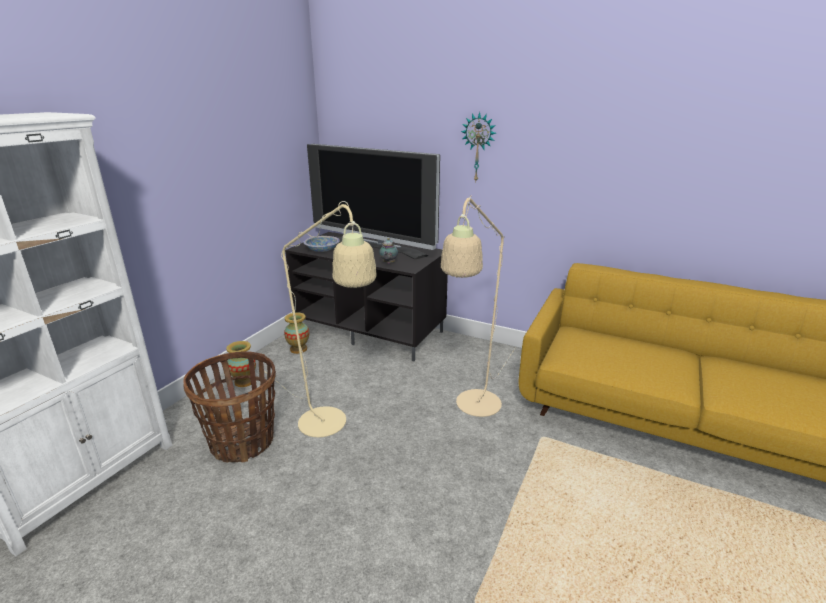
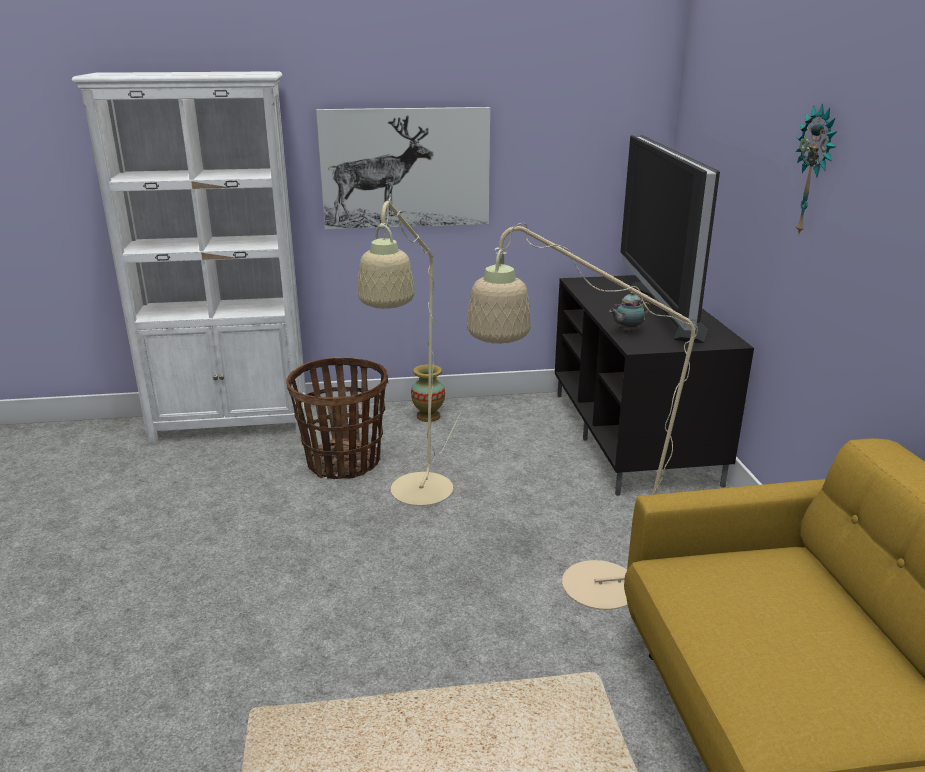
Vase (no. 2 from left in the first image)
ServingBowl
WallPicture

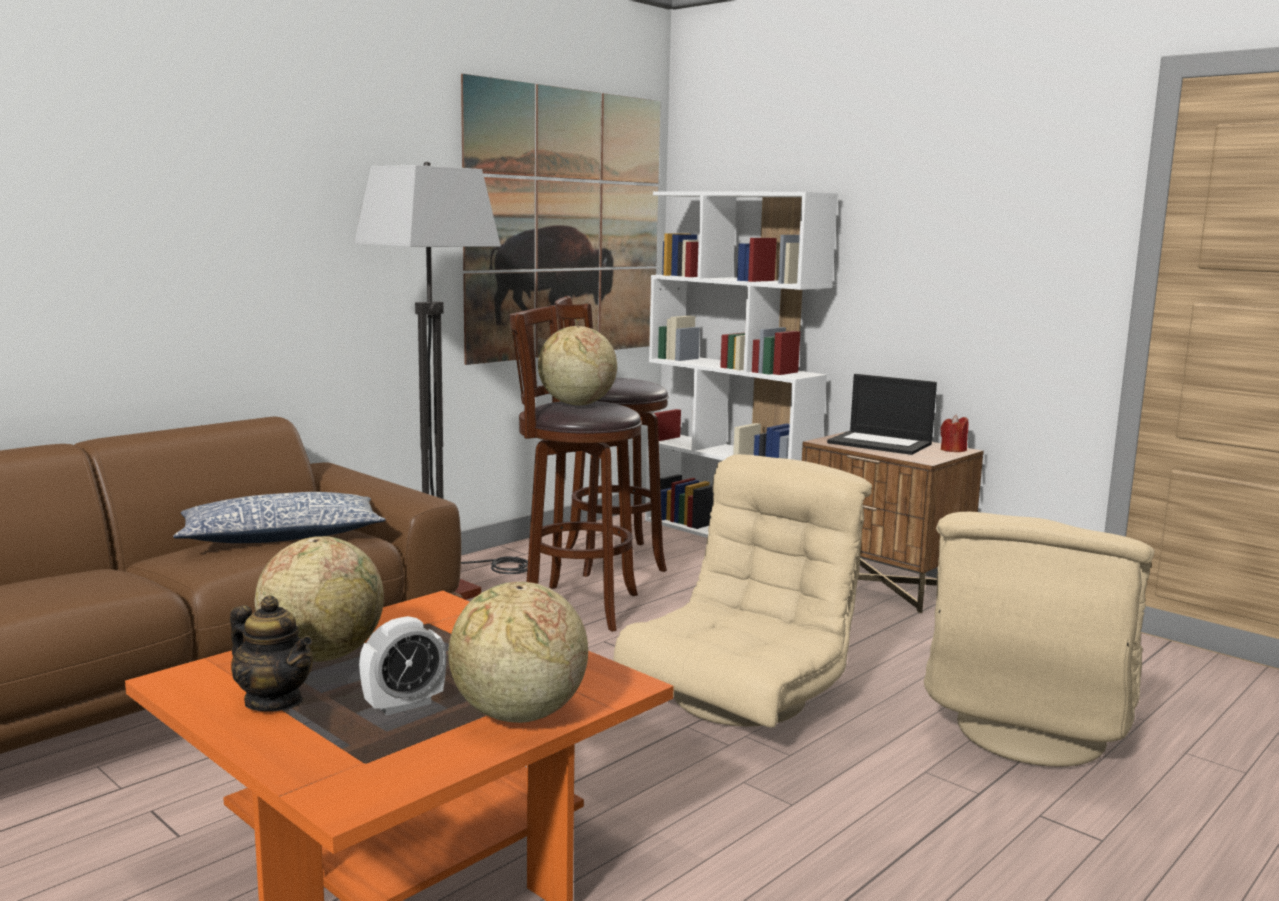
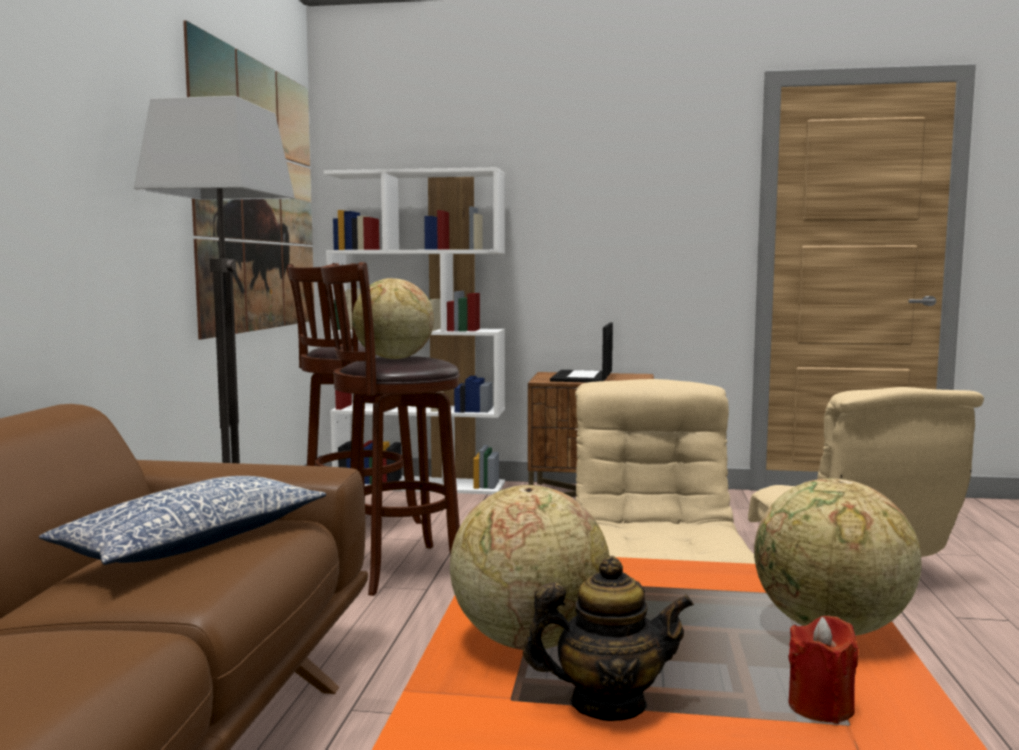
BedsideClock
RedColouredWaxLight
PortableComputer

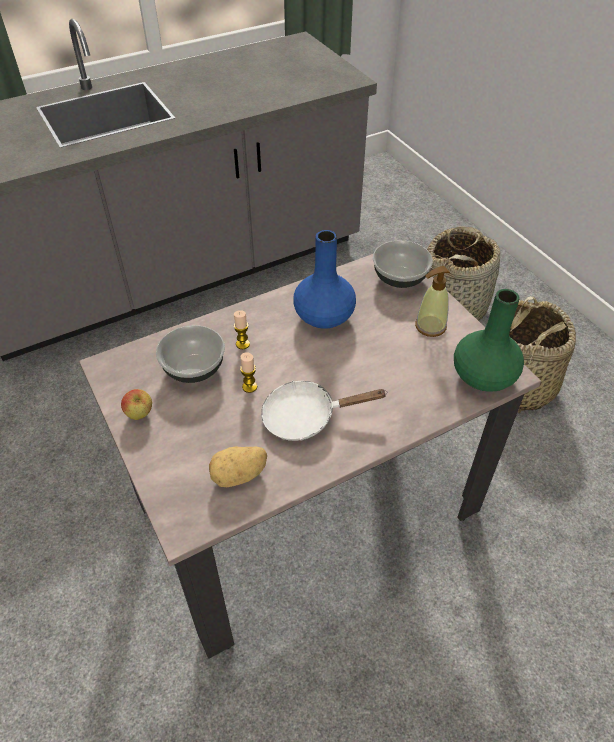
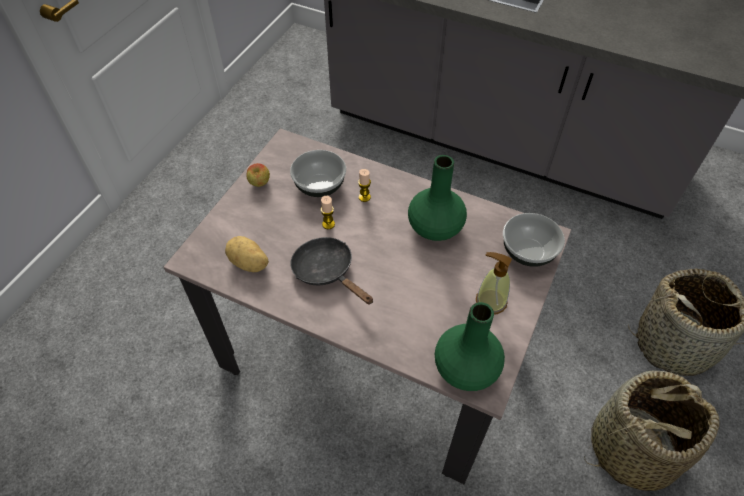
BlackColouredPan
GreenVase (no. 1 from left)

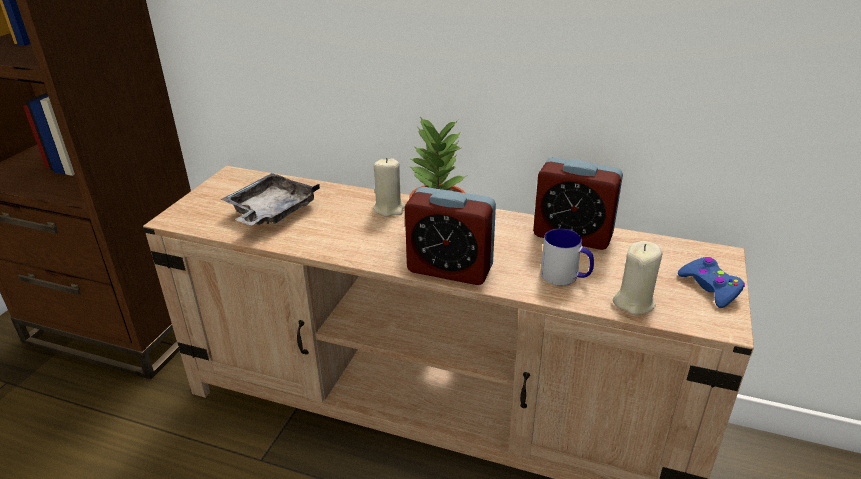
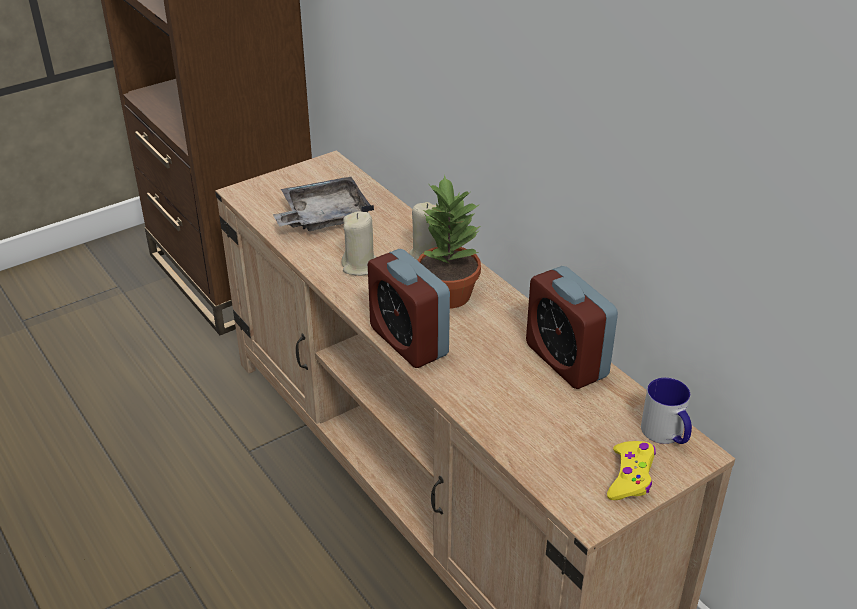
TeaMug
SandColouredWaxLight (no. 1 from left)
YellowishJoypad

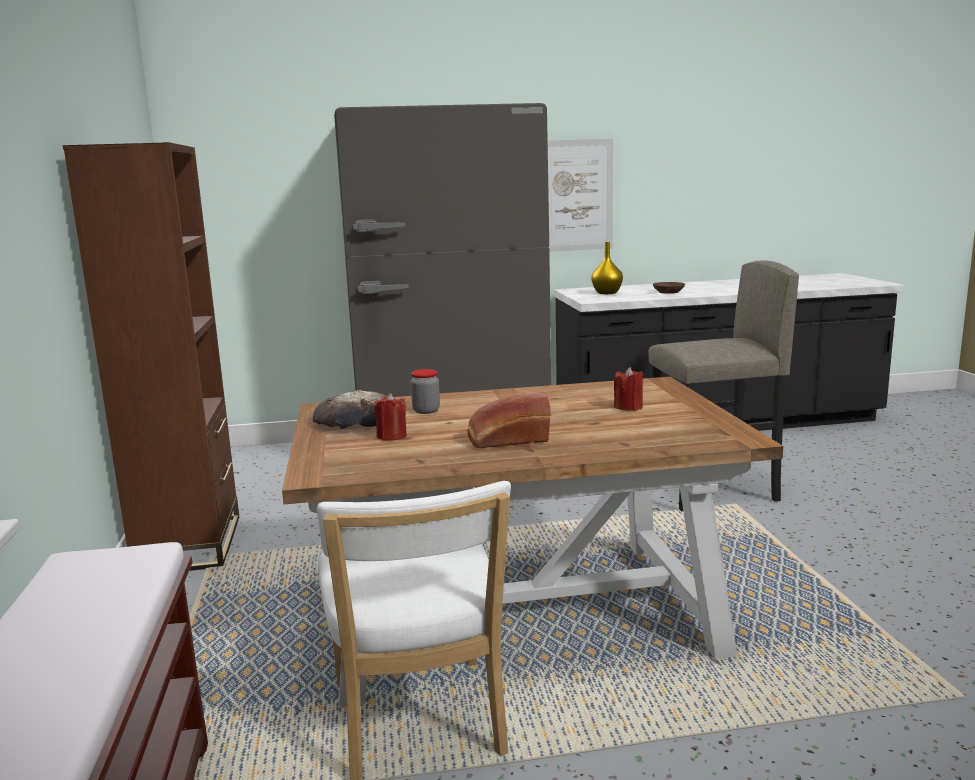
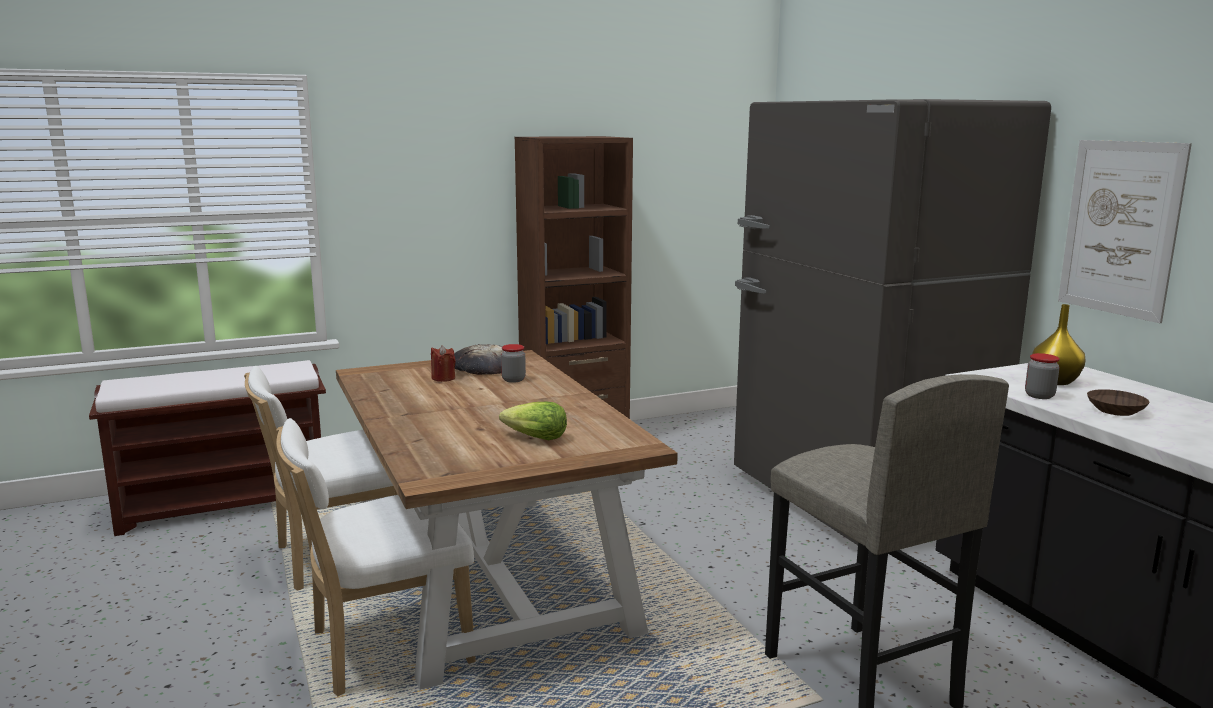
Bread (no. 2 from left in the first image)
WhitishUprightChair (no. 2 from left)
StorageJar (no. 2 from left)
HeadOfLettuce

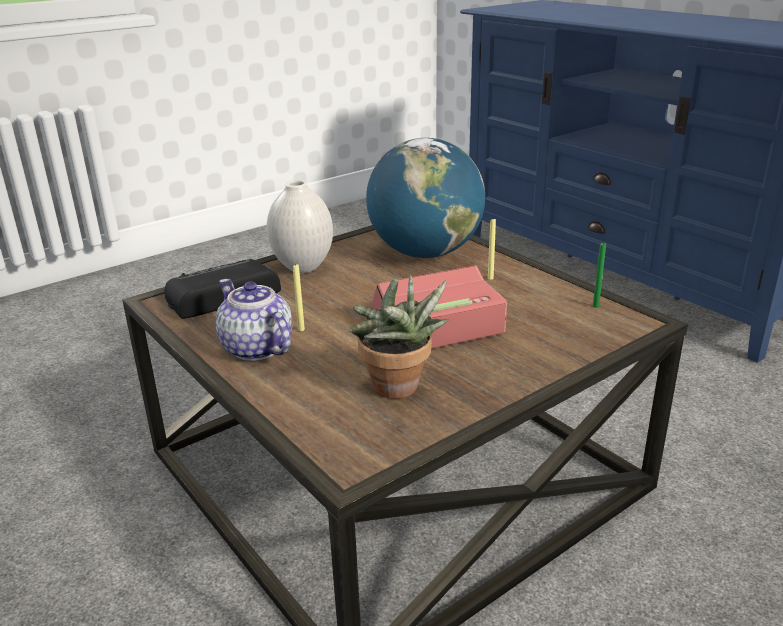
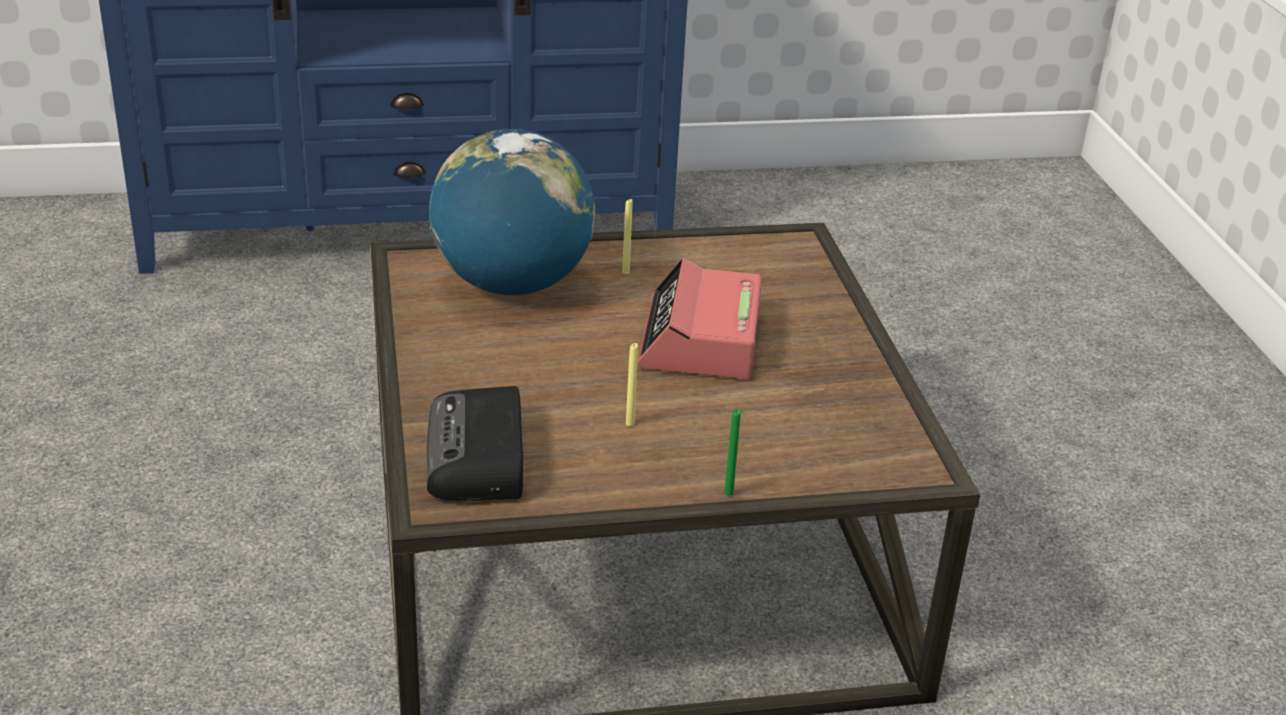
Teapot
WhitishVase
Houseplant
GreenWaxLight

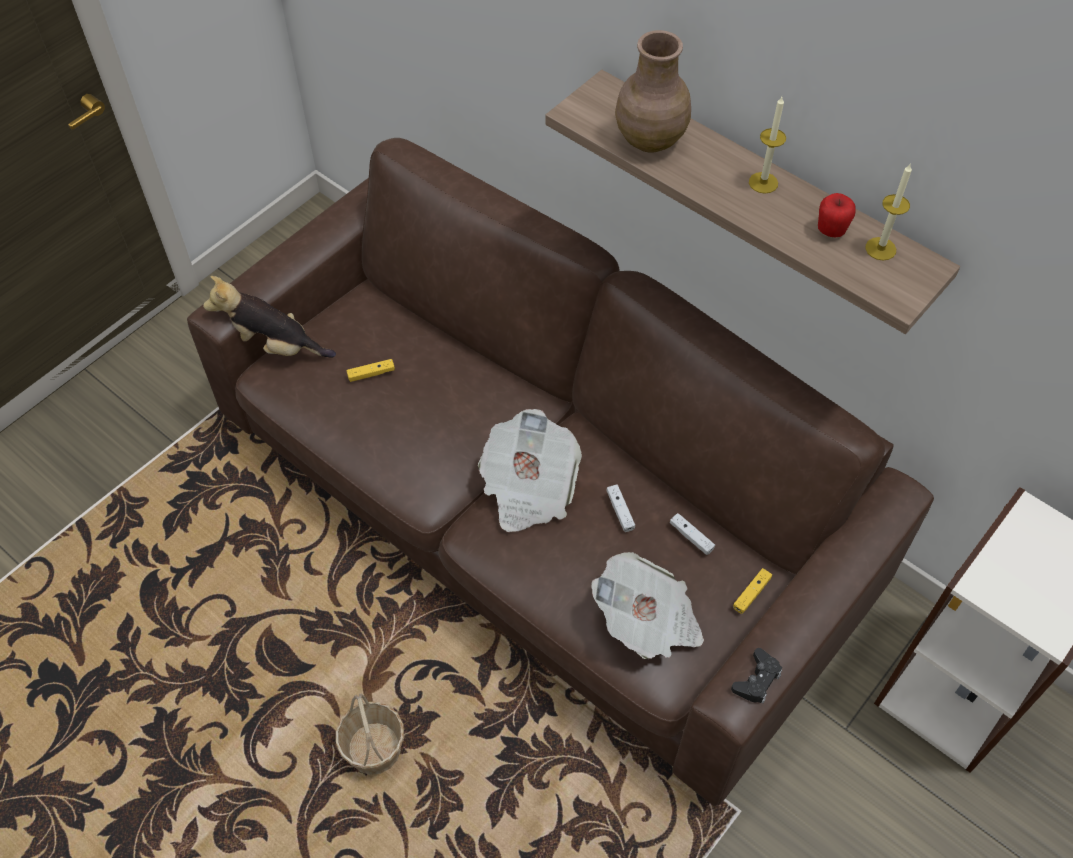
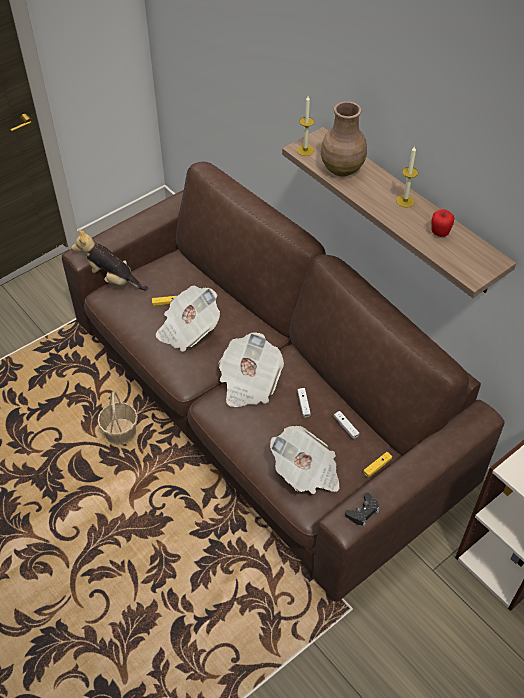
Newspaper (no. 1 from left)
Basket
WaxLight (no. 1 from left)

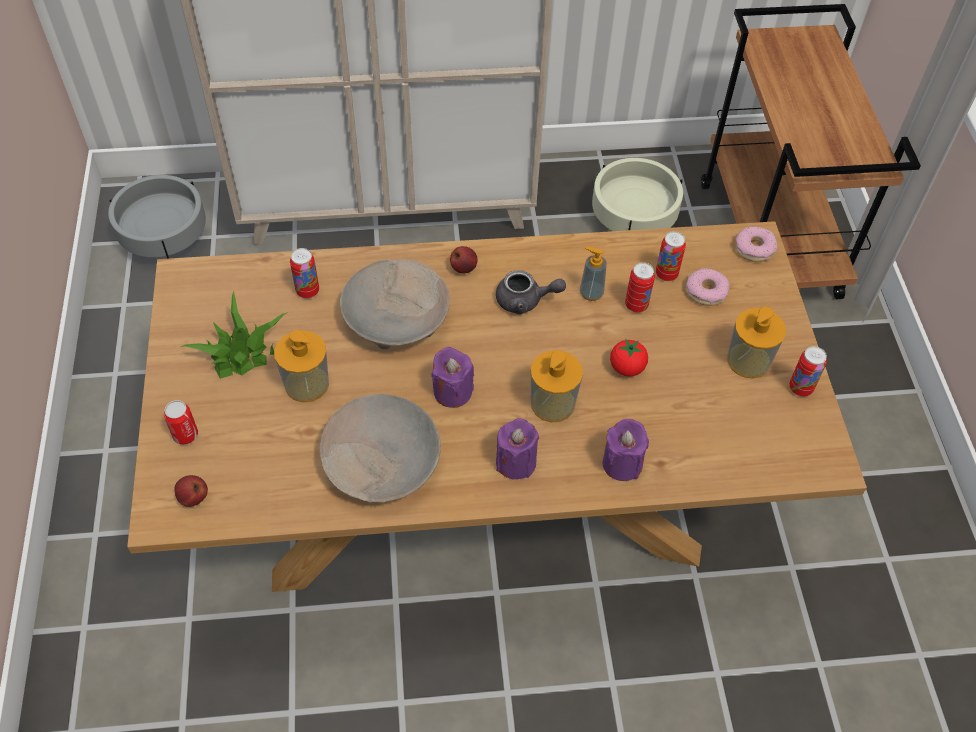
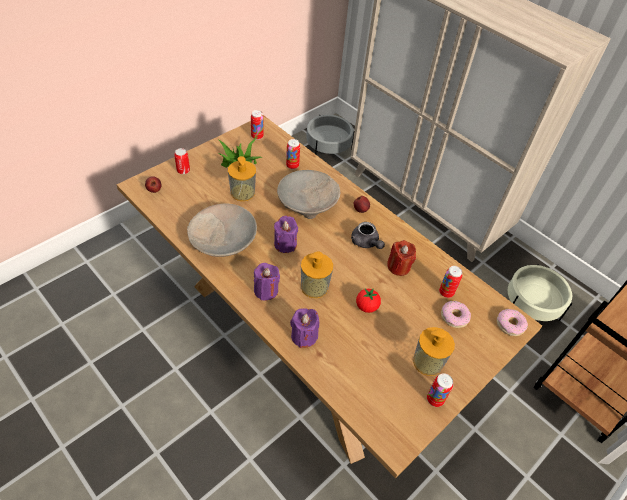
Can (no. 2 from left)
RedColouredWaxLight

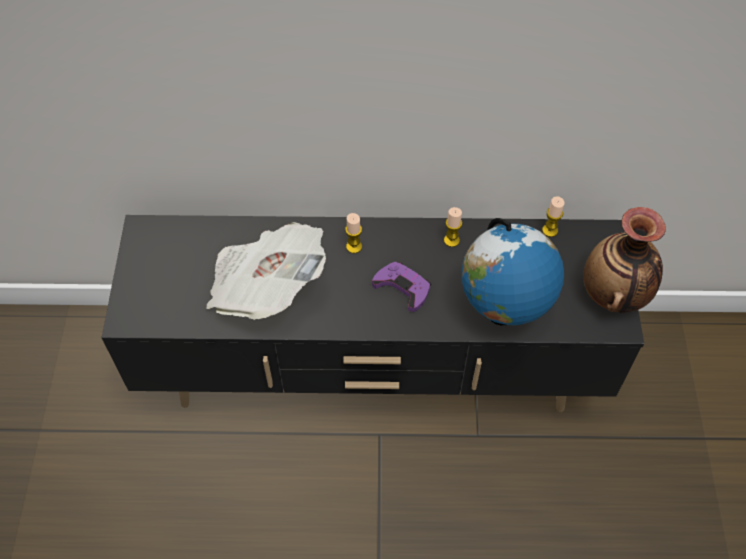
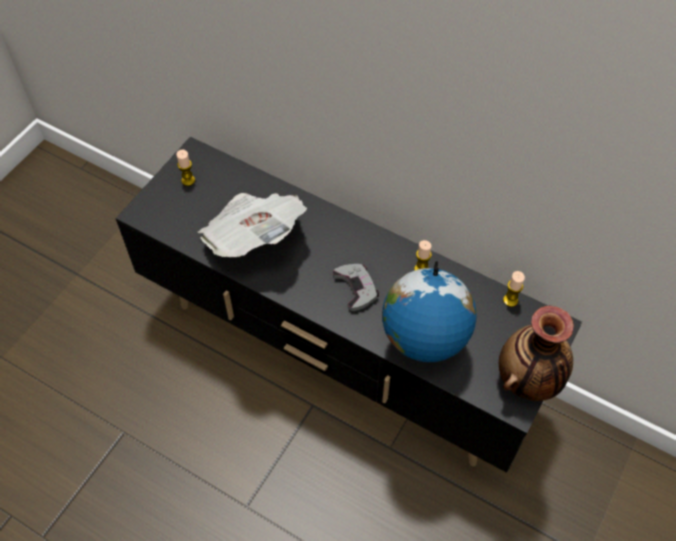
WaxLight (no. 1 from left)
GreyishJoypad

